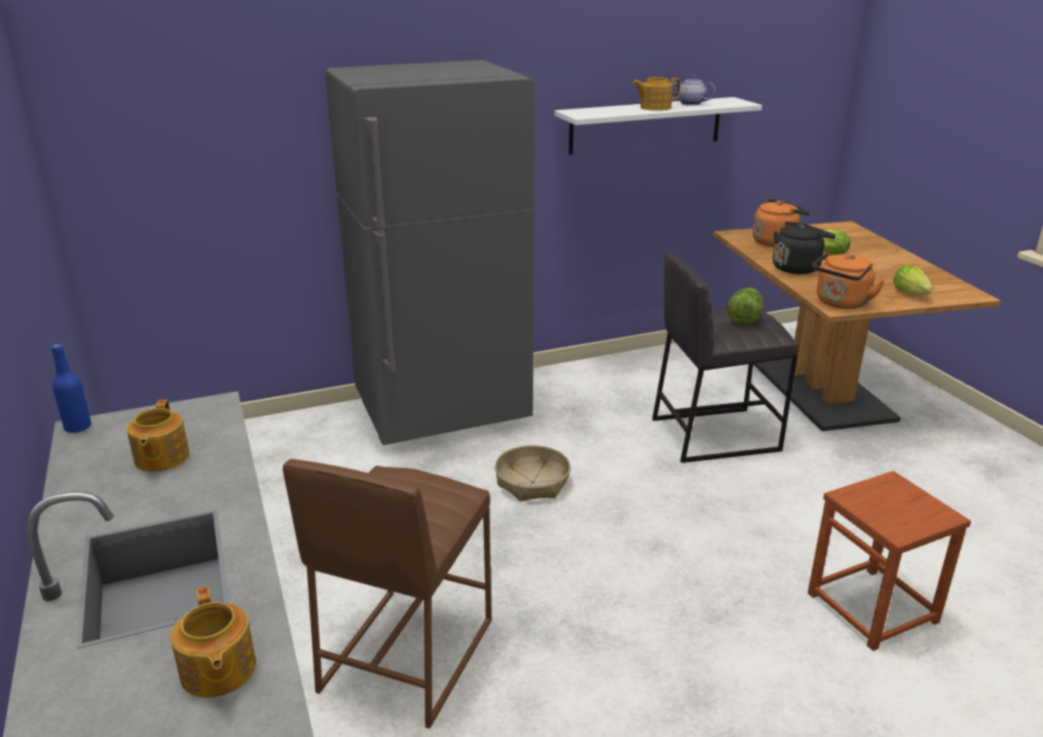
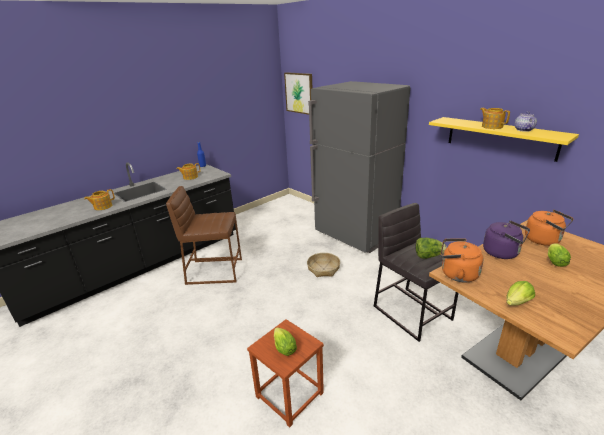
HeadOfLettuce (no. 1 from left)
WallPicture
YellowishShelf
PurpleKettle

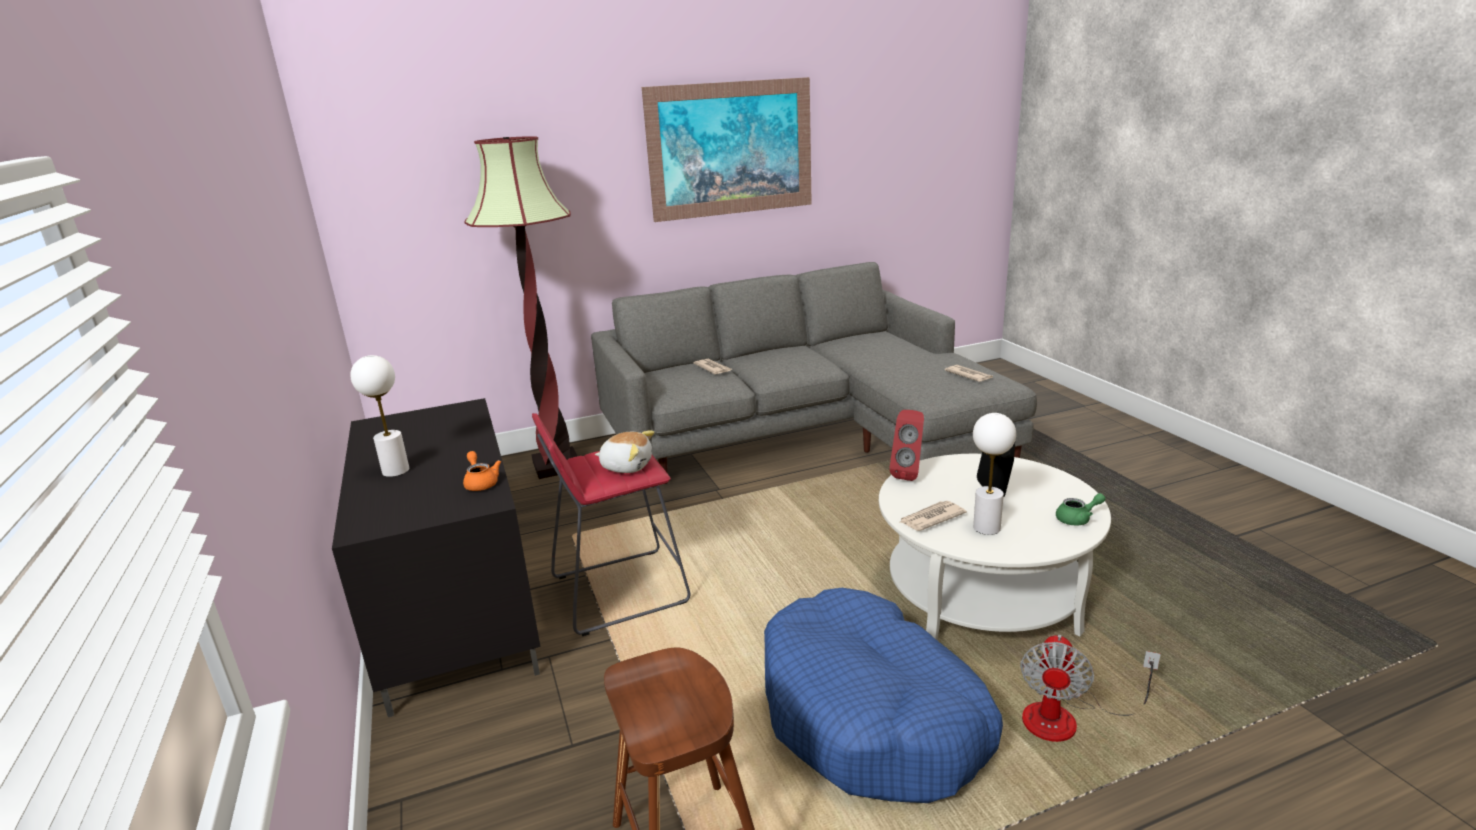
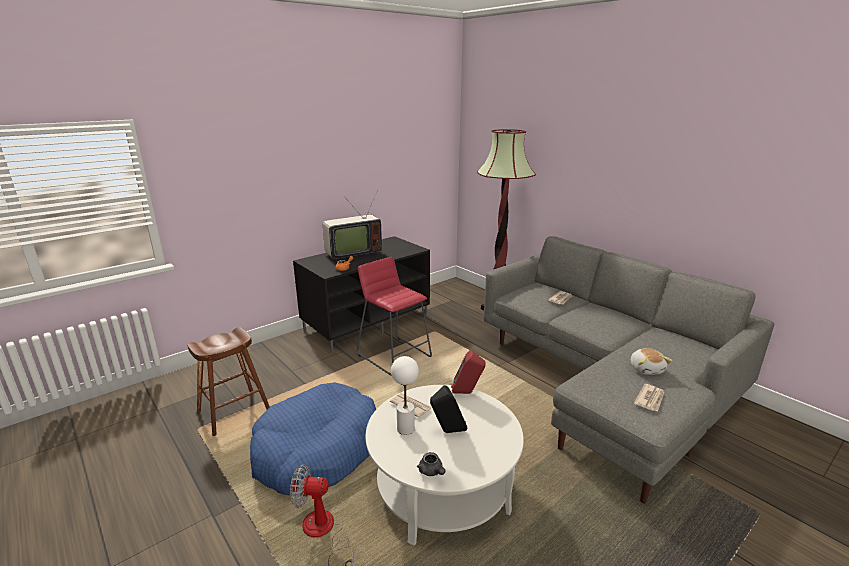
WallPicture
SoftToy
Tv
GreyishTeapot

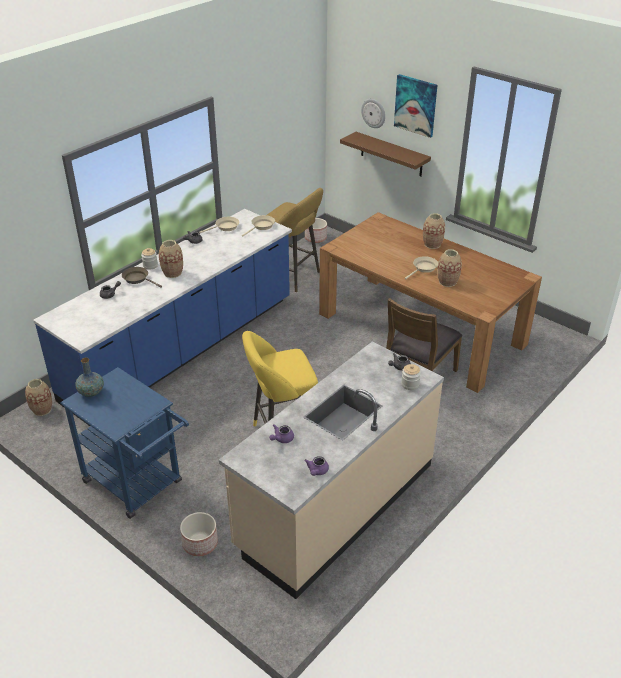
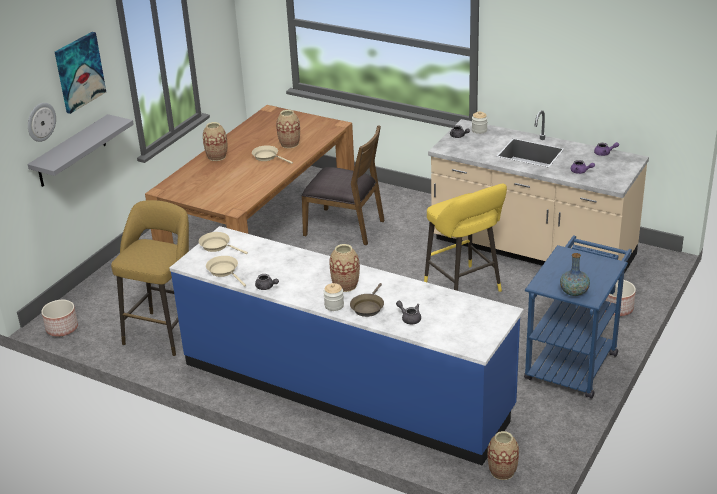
GreyishShelf

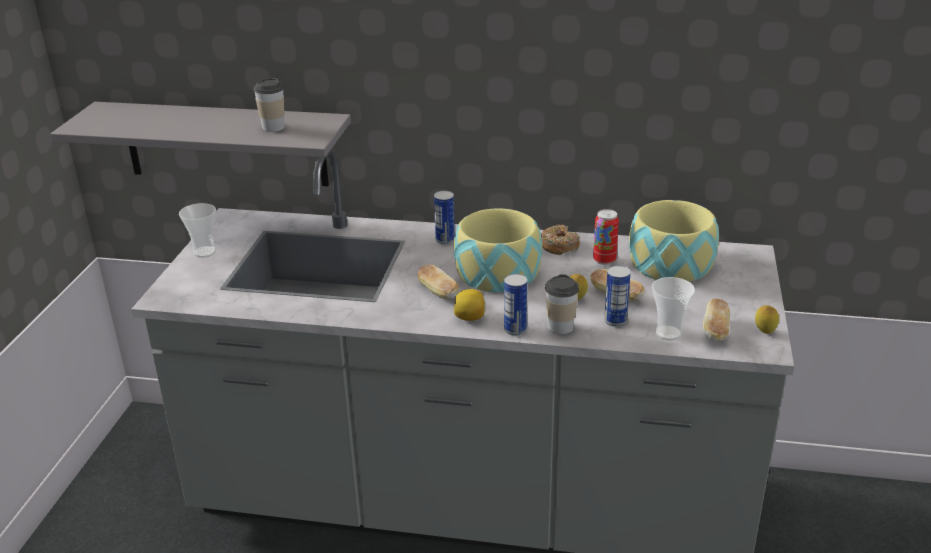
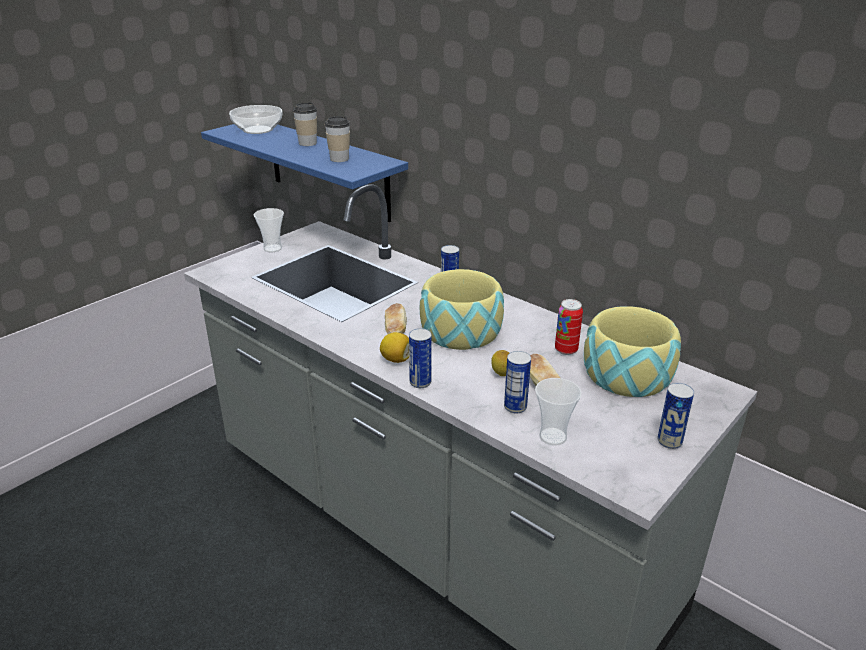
Donut
Bread (no. 3 from left in the first image)
WholeLemon (no. 3 from left in the first image)
ServingBowl (no. 1 from left)
Can (no. 5 from left)
Cup (no. 2 from left)
BlueColouredShelf

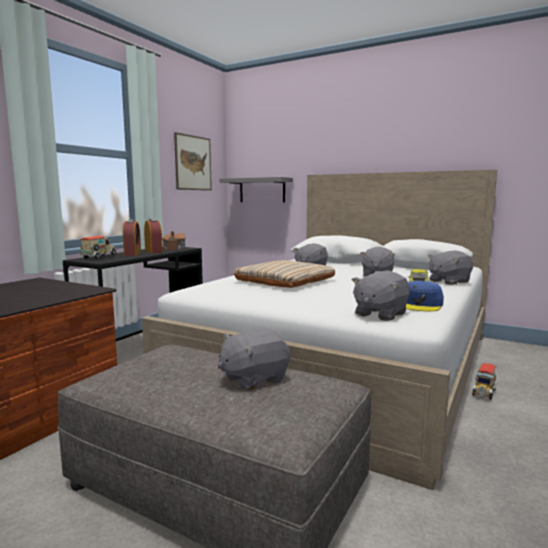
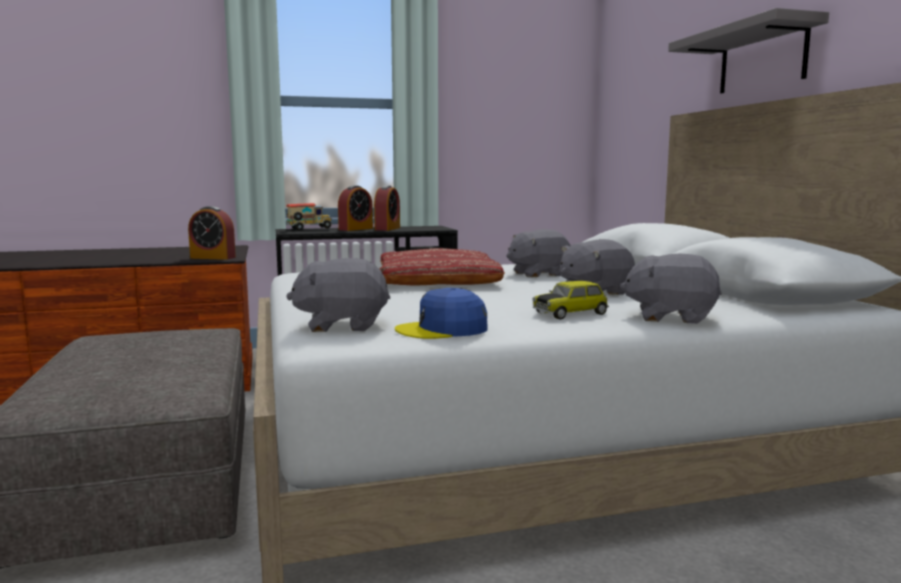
ToyHouse
WallPicture
GreyishSoftToy (no. 1 from left in the first image)
ToyLorry (no. 2 from left in the first image)
BedsideClock (no. 1 from left)
GreyishShelf
RedColouredPillow

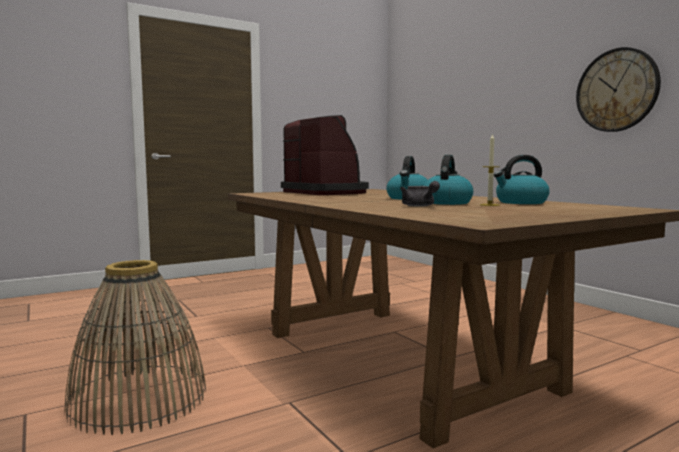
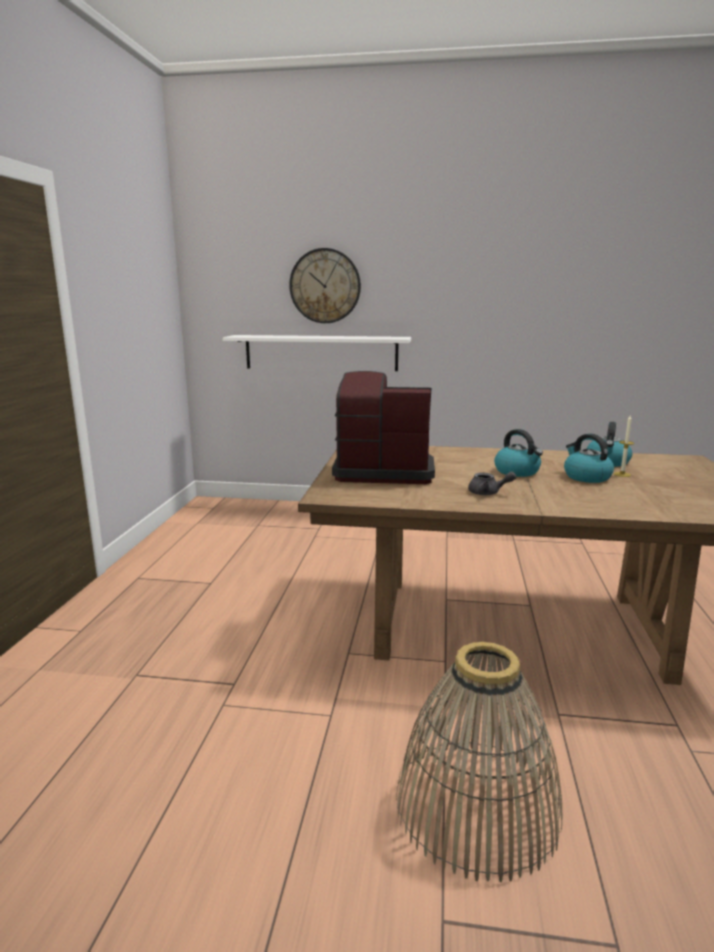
WhitishShelf
GreyishTeapot
ClockOnTheWall

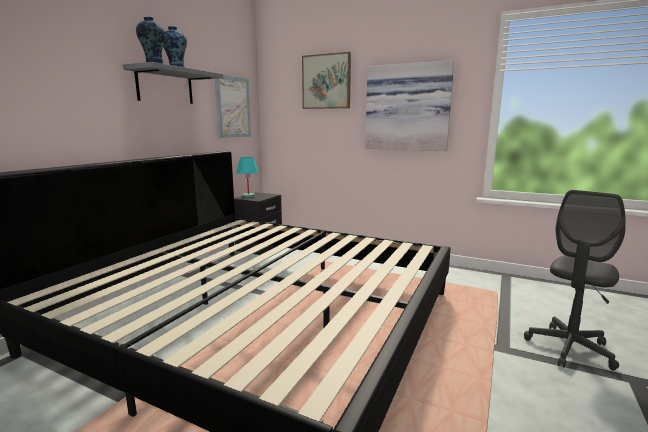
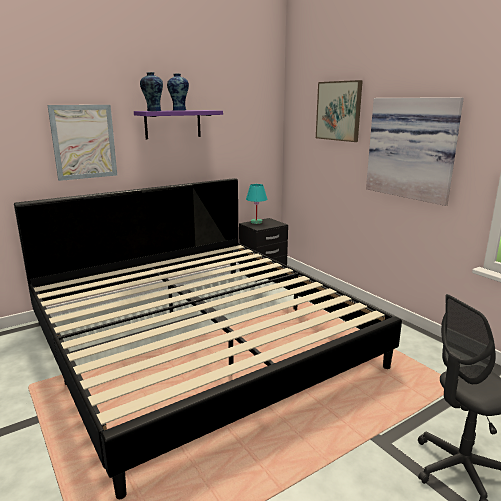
WallPicture (no. 1 from left)
PurpleShelf

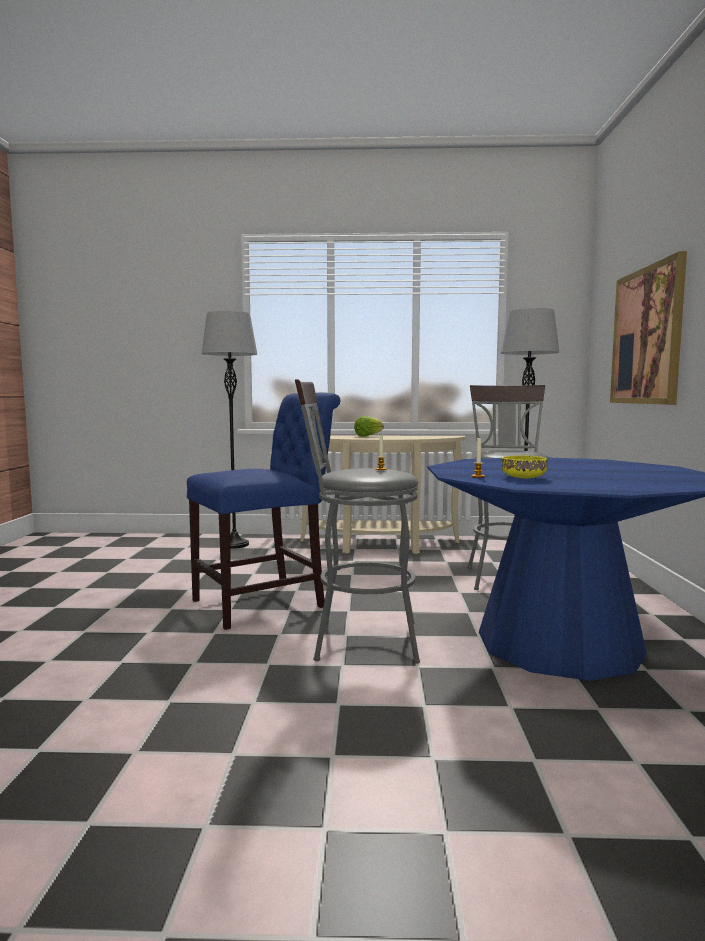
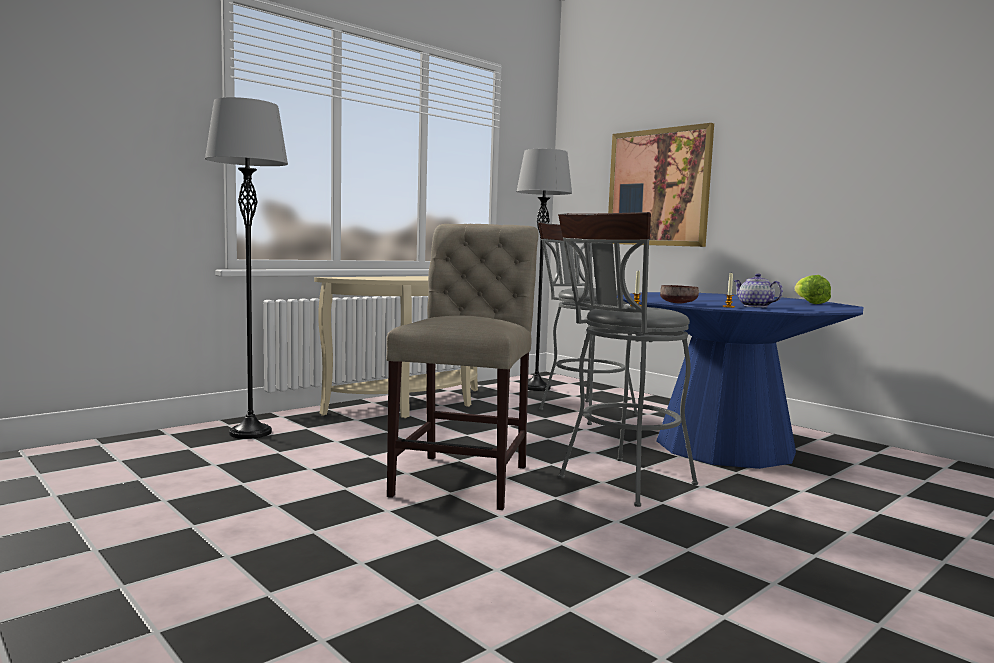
BrownishServingBowl
HeadOfLettuce
Teapot
SandColouredUprightChair

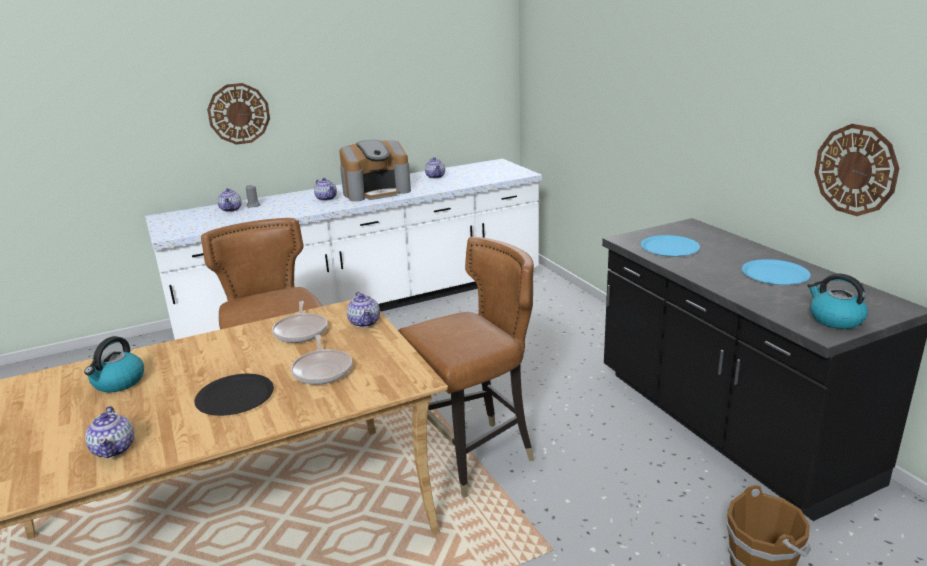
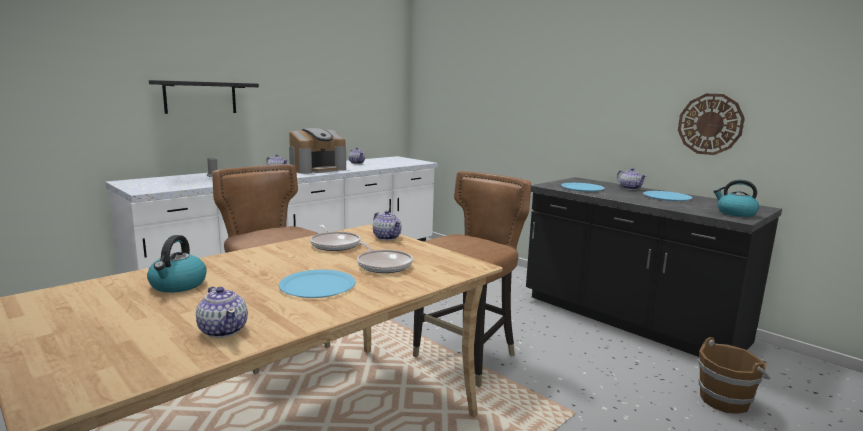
Teapot (no. 5 from left)
BlackColouredShelf
BlueColouredDinnerPlate (no. 1 from left)

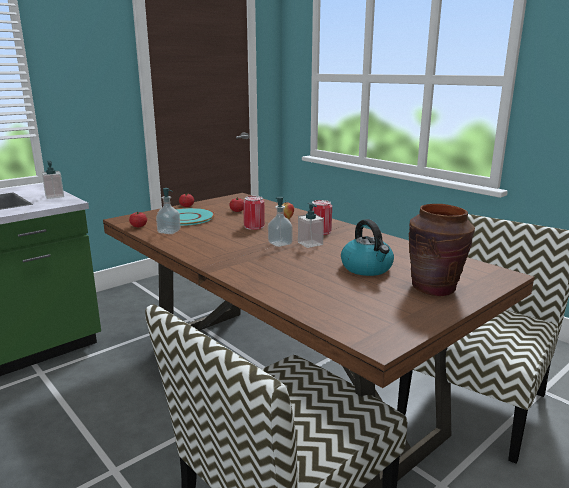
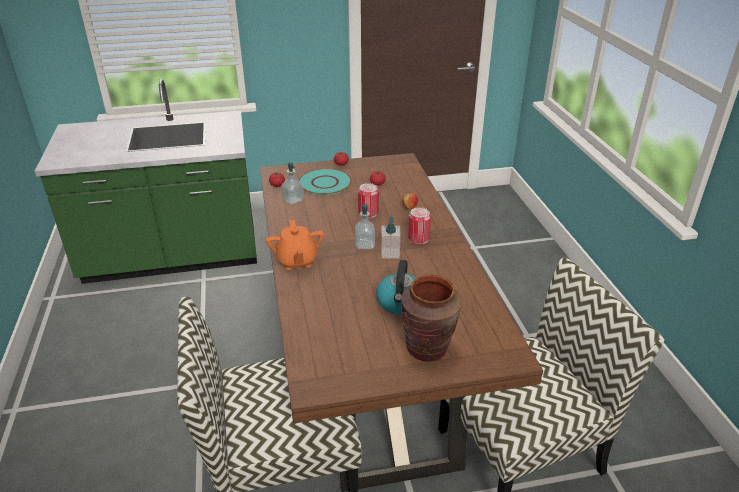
SoapDispenser (no. 1 from left in the first image)
OrangeyTeapot

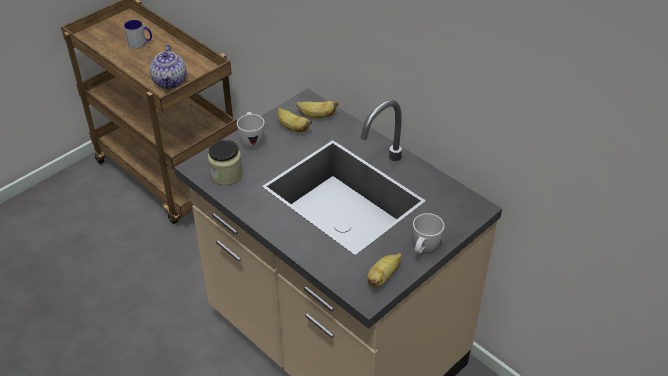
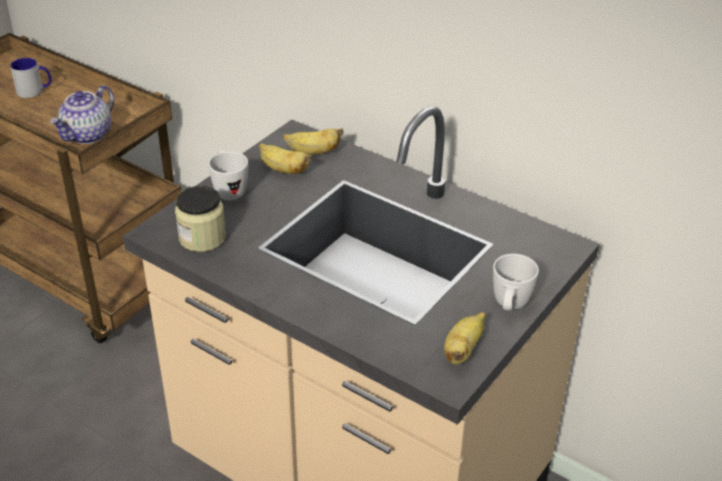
Teapot

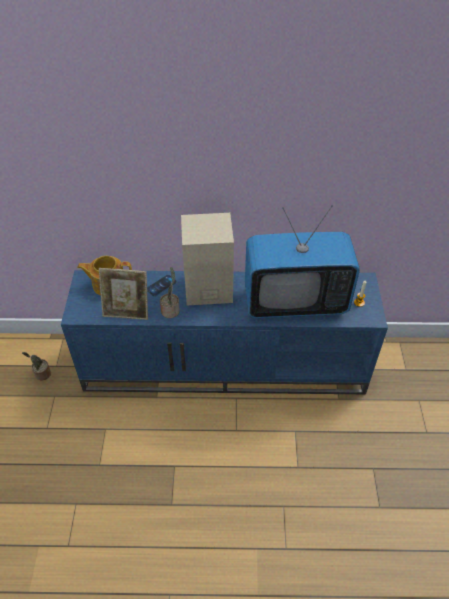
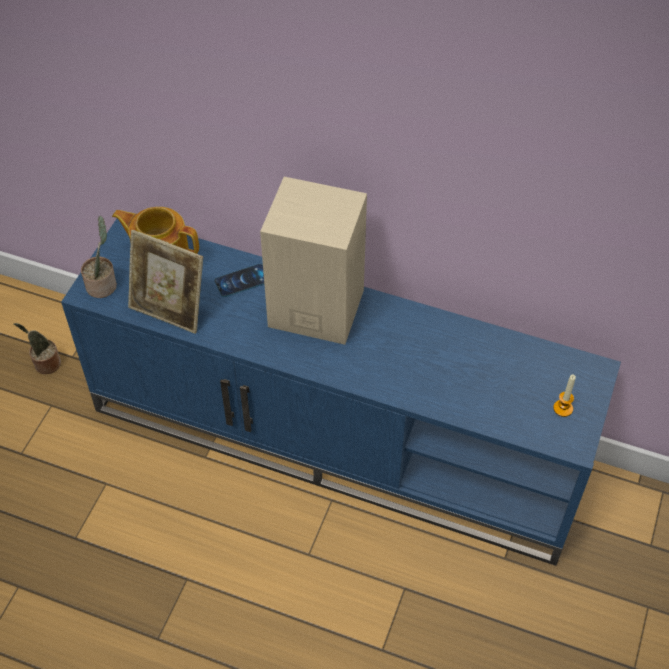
Tv
Houseplant (no. 2 from left)

